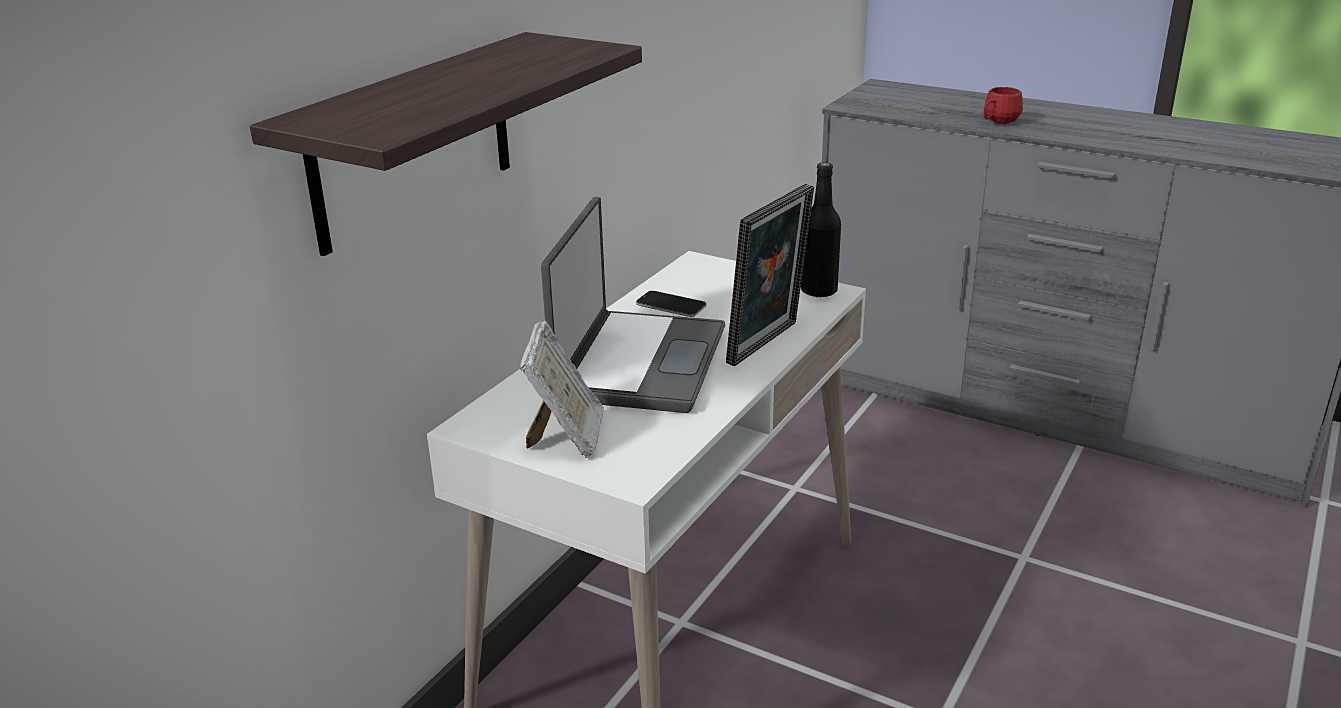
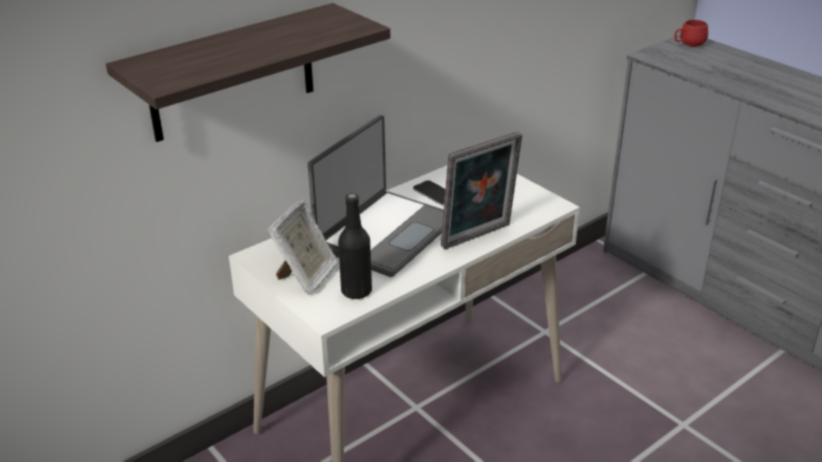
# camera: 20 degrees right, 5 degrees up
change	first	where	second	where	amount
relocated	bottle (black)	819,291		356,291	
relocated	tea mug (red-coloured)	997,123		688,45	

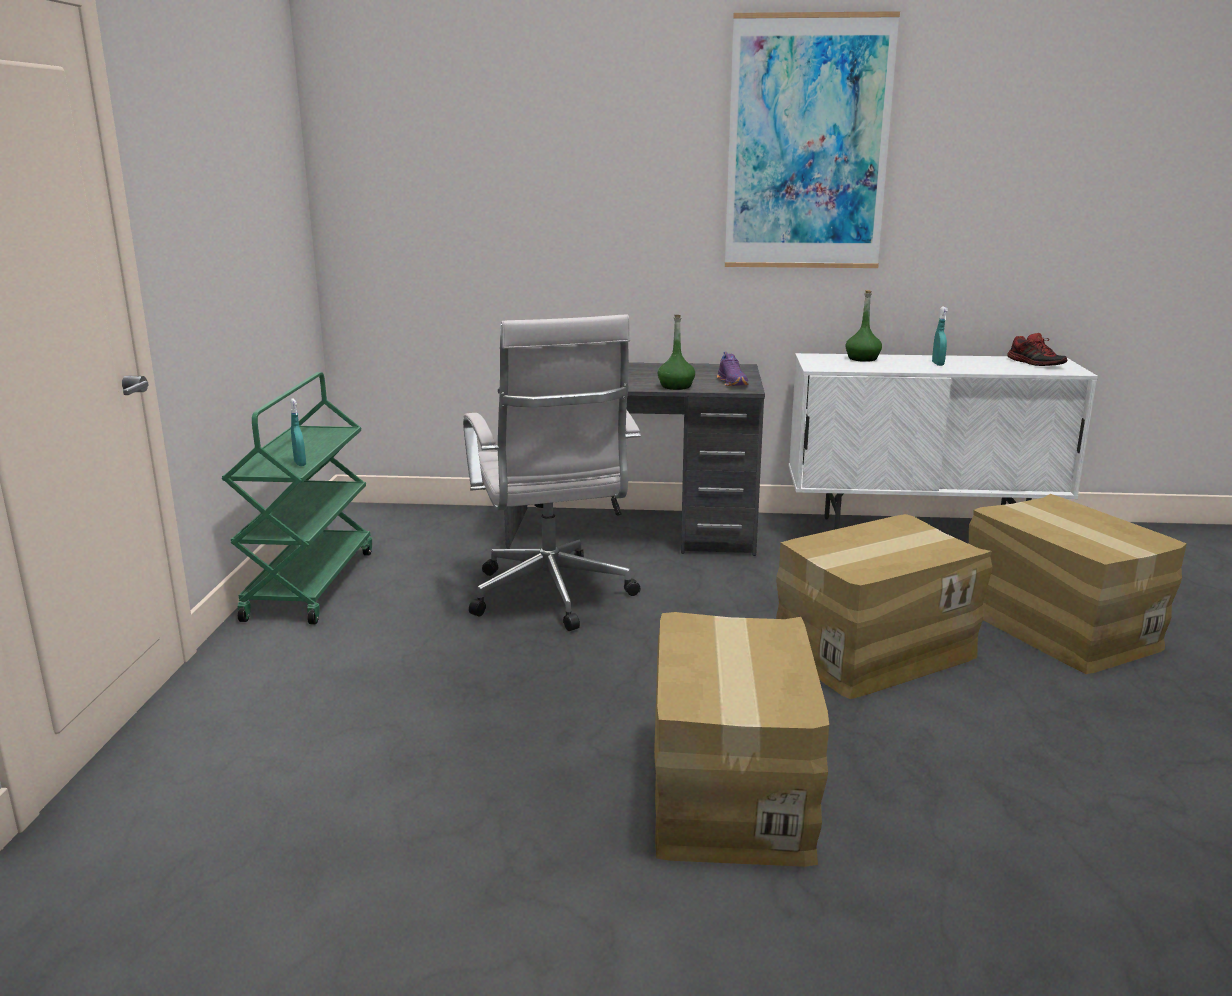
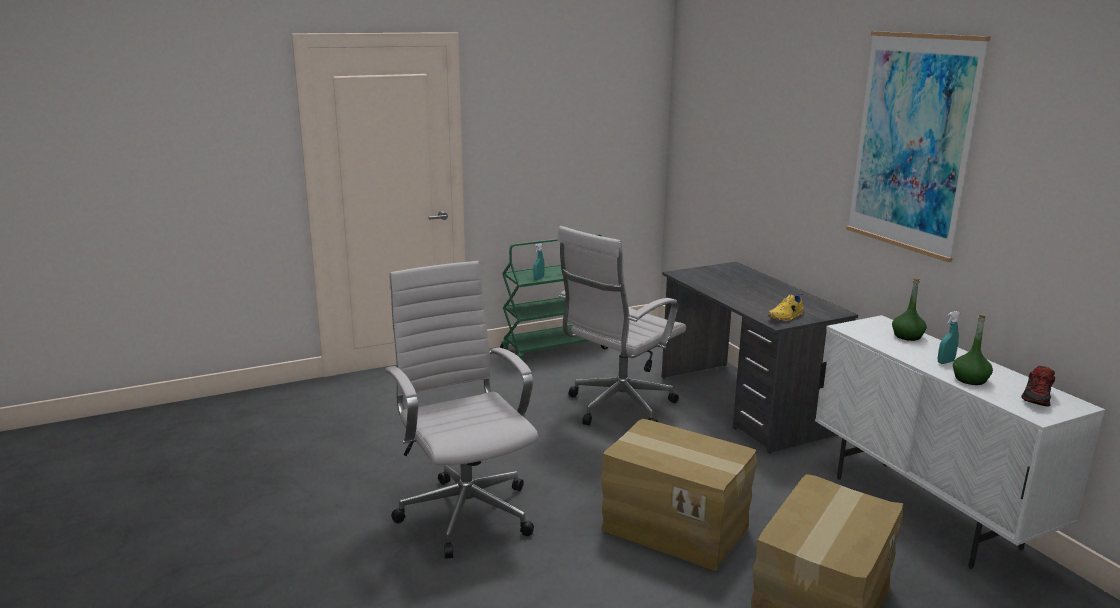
# camera: 60 degrees right, 0 degrees up
change	first	where	second	where	amount
exchanged	packing box	728,791	computer chair (white-coloured)	465,511	
colour	item of footwear (purple)	733,383	item of footwear (yellow-coloured)	786,317	
relocated	bottle (green)	676,386		970,379	

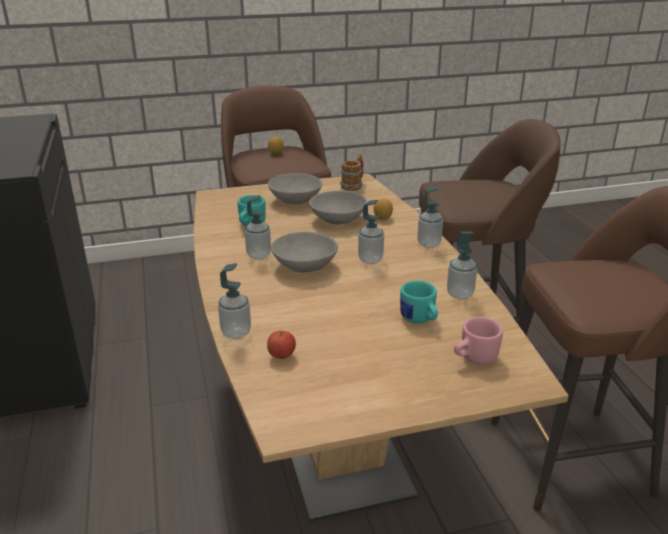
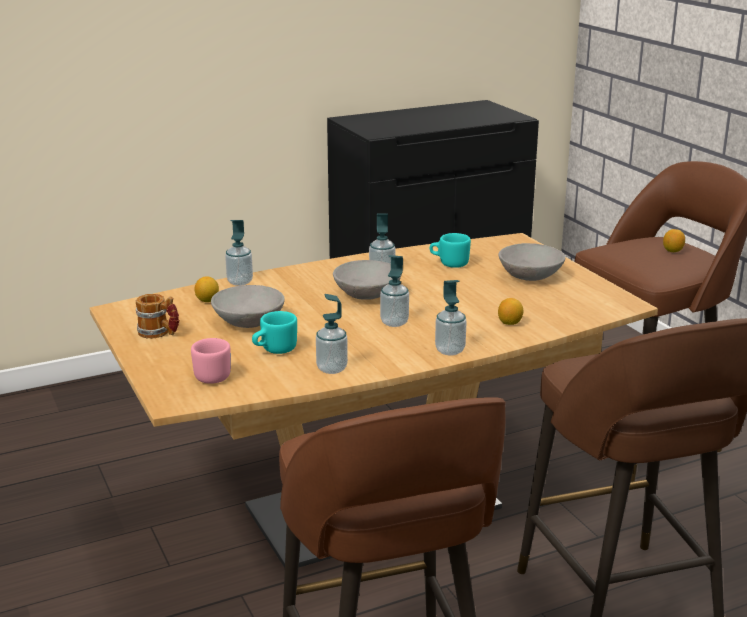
# camera: 80 degrees right, 5 degrees down
change	first	where	second	where	amount
relocated	tea mug	353,185		159,333	
exchanged	whole apple	281,356	whole lemon	207,300	
relocated	serving bowl (greyish)	338,220		248,322	

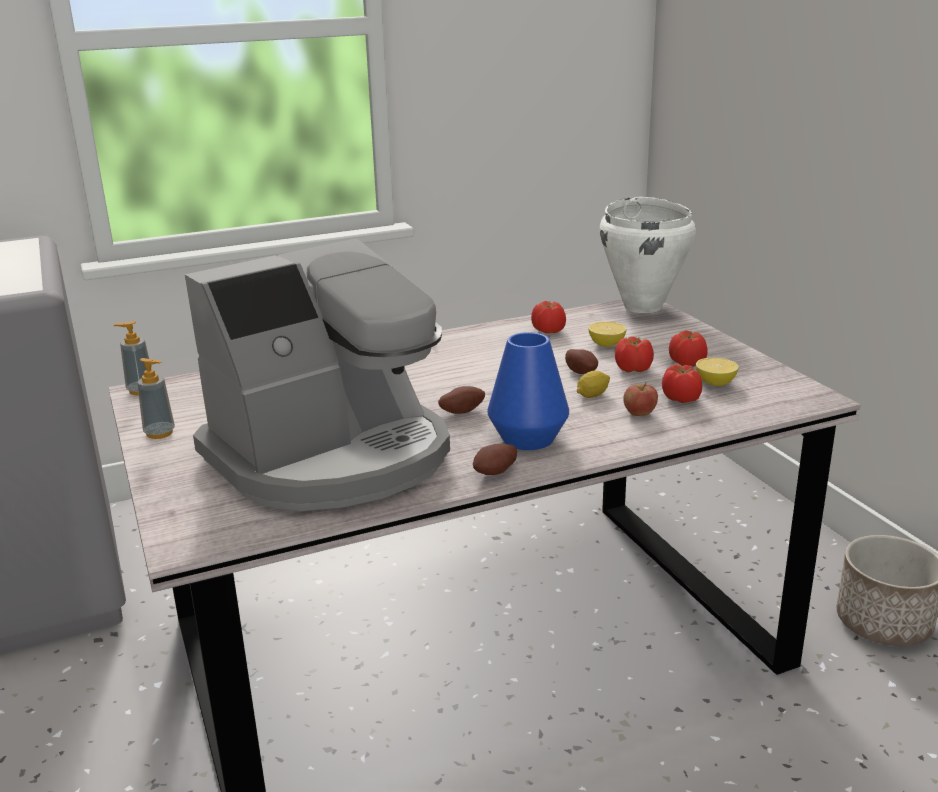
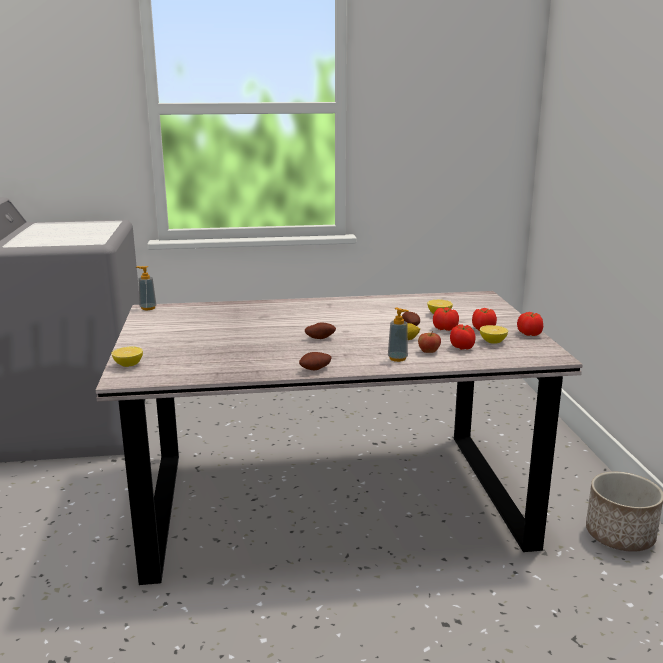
# camera: 15 degrees right, 5 degrees down
change	first	where	second	where	amount
appeared			whole lemon	128,365	
relocated	soap bottle	160,433		397,358	
relocated	fresh tomato	548,331		529,334	
missing	coffee brewer	332,456			
missing	decorative vase (blue)	527,438			
missing	stockpot (white-coloured)	643,307			

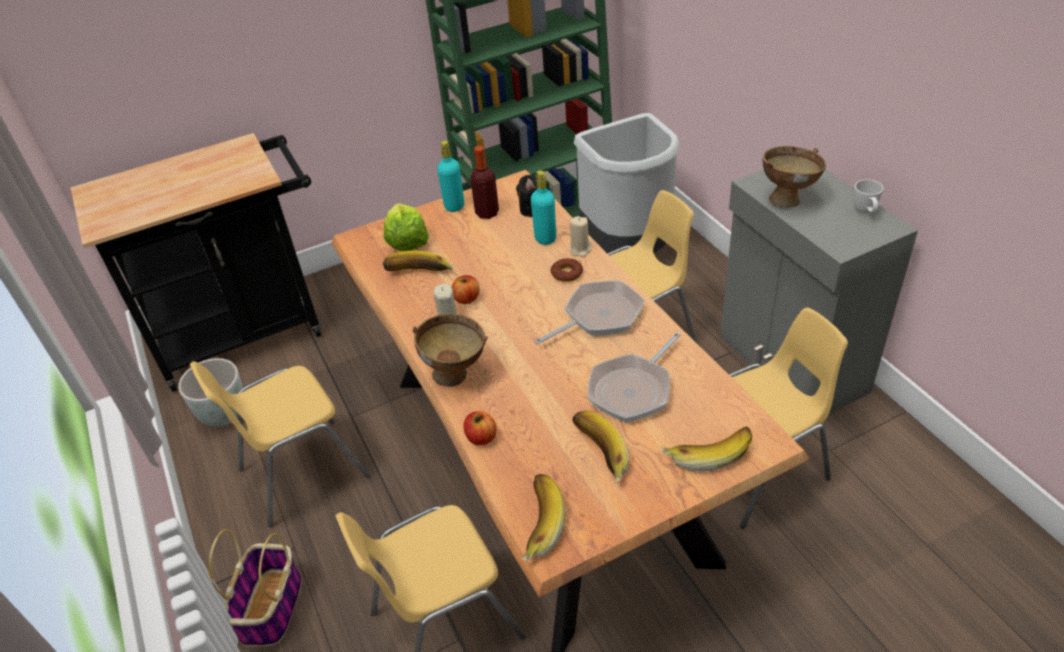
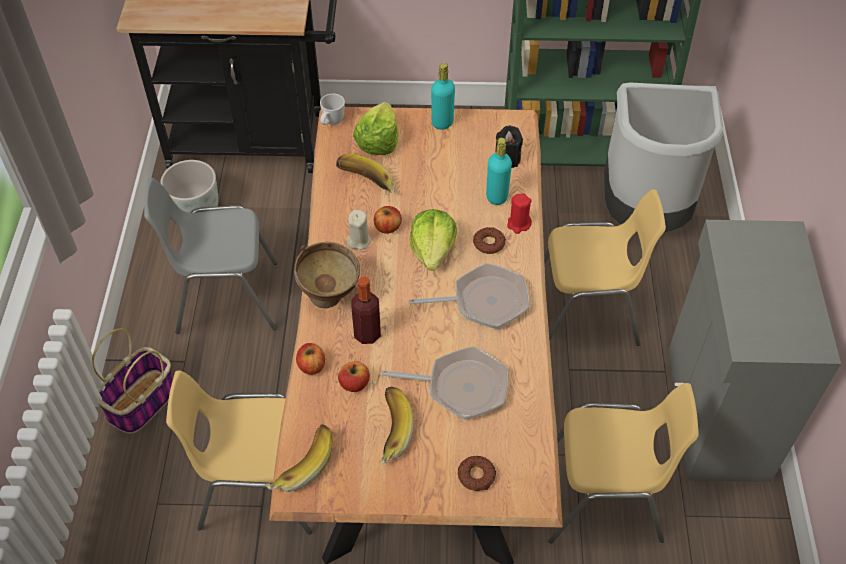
# camera: 25 degrees right, 10 degrees up
change	first	where	second	where	amount
colour	plain chair (yellow-coloured)	302,472	plain chair (greyish)	226,298	
relocated	tea mug (white-coloured)	865,212		331,123	
appeared			whole apple	354,384	
relocated	bottle	487,213		367,334	
spun	pan	633,389		461,387	150 degrees counterclockwise
appeared			lettuce	433,250	
exchanged	banana fruit	707,452	ring doughnut	476,476	
colour	wax candle (sand-coloured)	580,250	wax candle (red-coloured)	518,224	
missing	serving bowl (brown)	788,198			

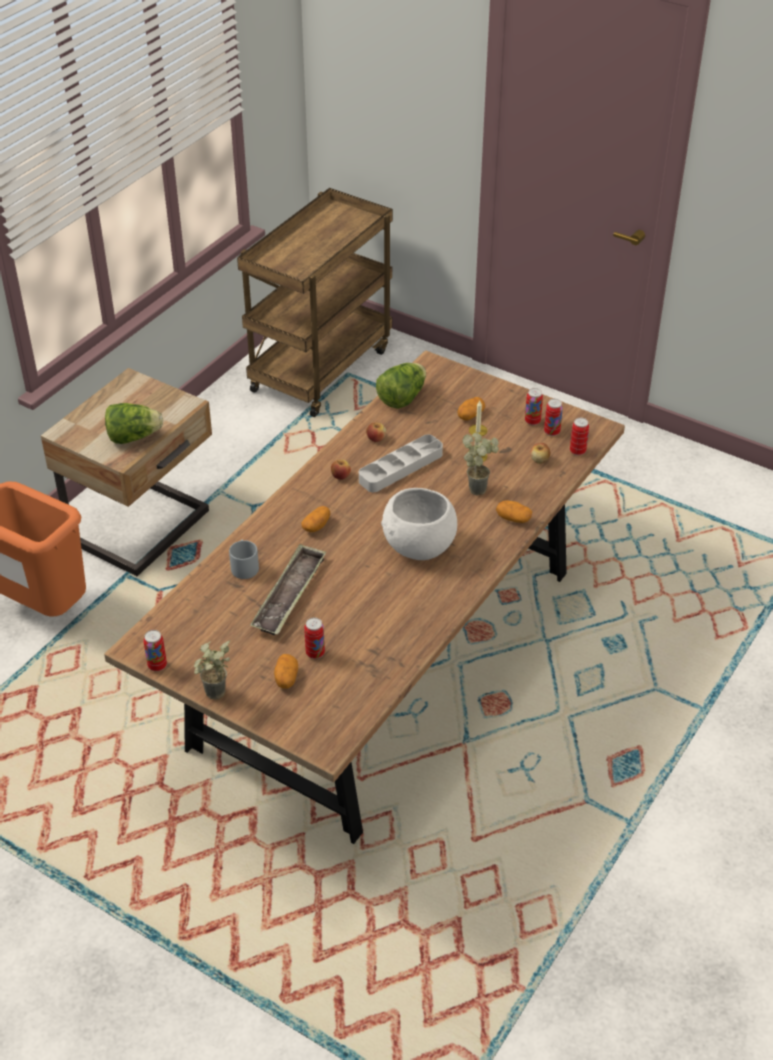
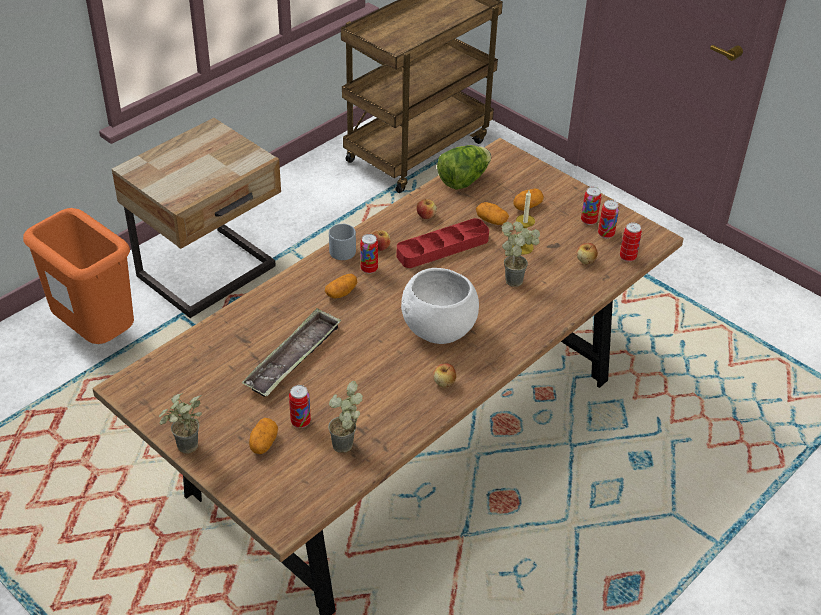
# camera: 10 degrees right, 0 degrees up
change	first	where	second	where	amount
appeared			plant in a pot	347,449	
relocated	tea mug (greyish)	244,565		342,248	
relocated	metal can	157,665		369,269	
colour	tray (greyish)	401,467	tray (red-coloured)	442,247	
appeared			whole apple	444,383	
relocated	whole potato	513,518		491,220	
missing	lettuce	133,437			

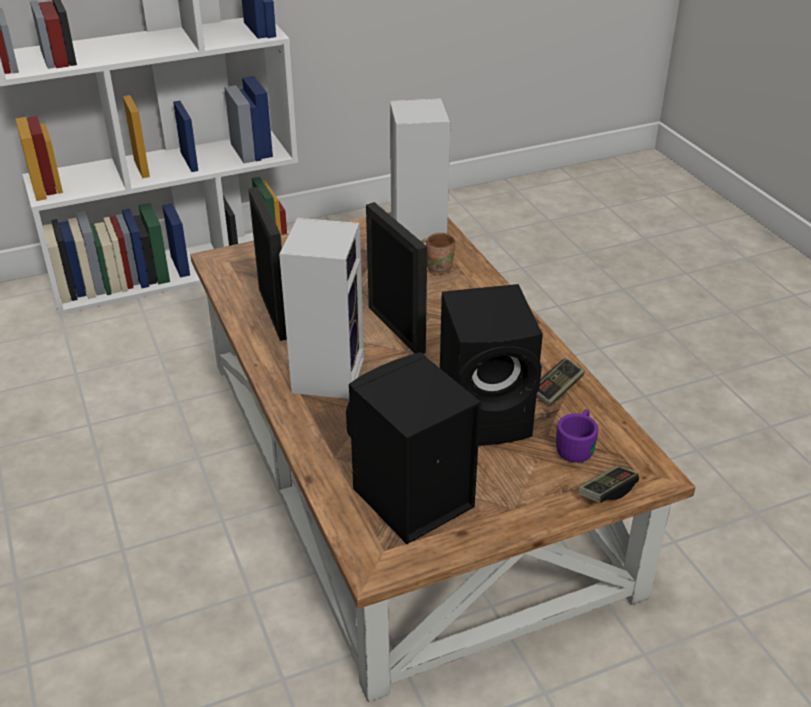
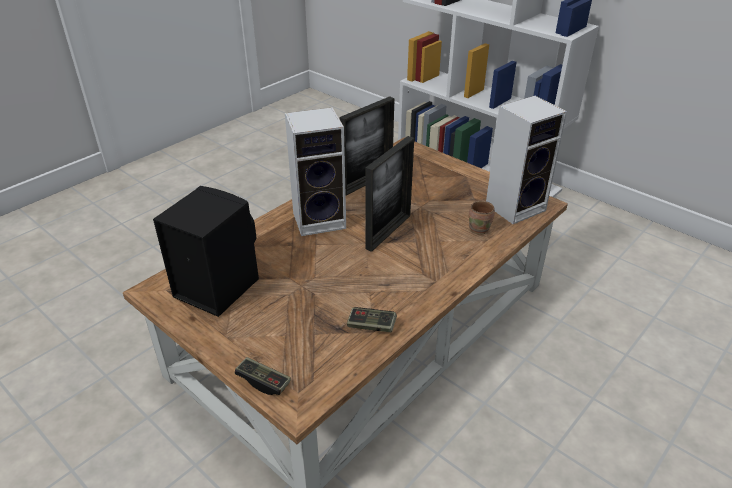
# camera: 65 degrees right, 0 degrees up
change	first	where	second	where	amount
missing	loudspeaker (black)	488,415			
missing	tea mug (purple)	577,445			

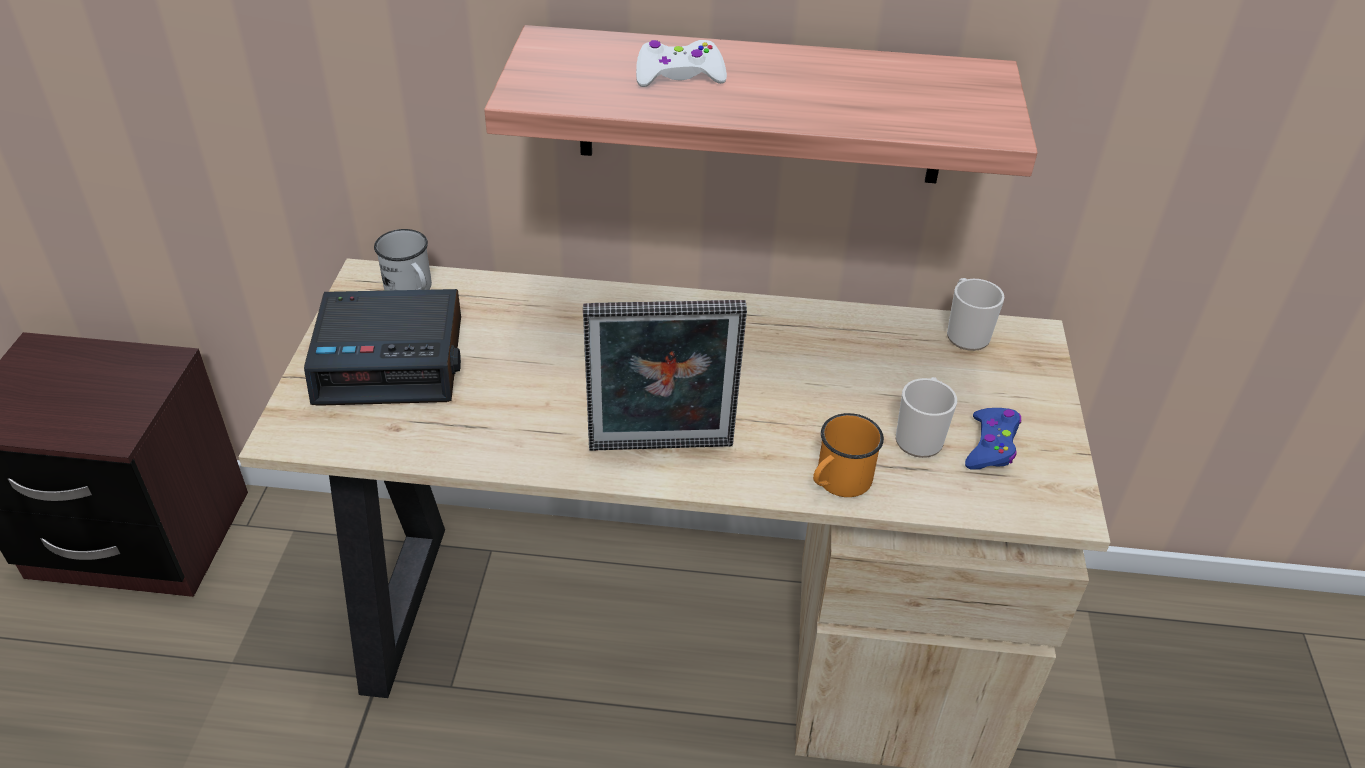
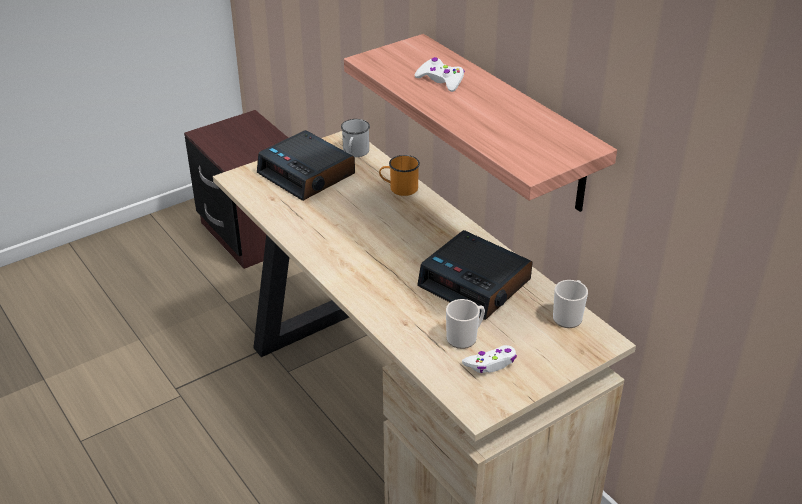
# camera: 50 degrees right, 5 degrees down
change	first	where	second	where	amount
relocated	tea mug (orange-coloured)	838,482		399,188	
appeared			table clock	476,284	
colour	joypad (blue)	991,446	joypad (white-coloured)	491,364	
missing	photo frame	661,451			

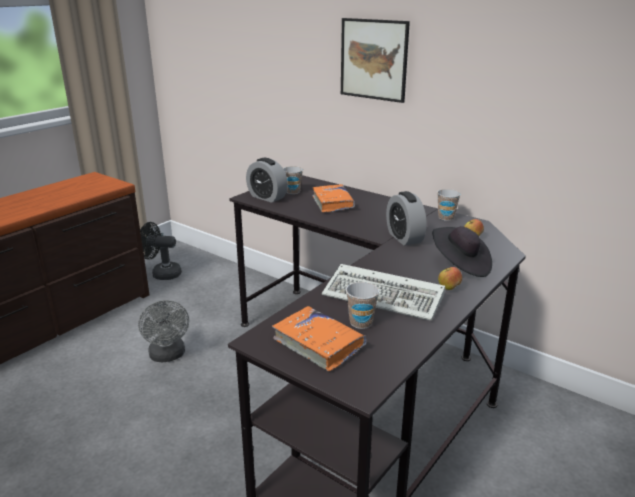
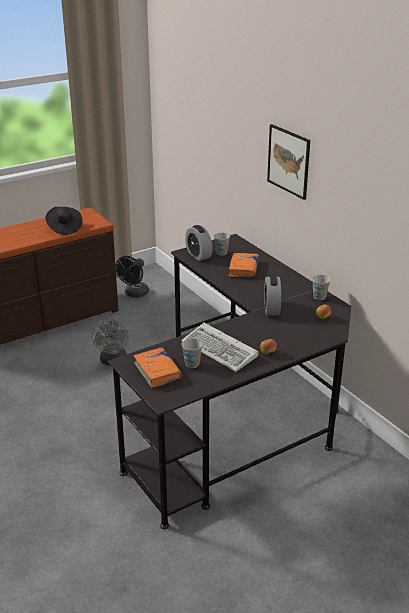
# camera: 20 degrees right, 5 degrees up
change	first	where	second	where	amount
relocated	wearable hat (black)	460,265		64,228	
spun	fan (black)	162,274		134,294	90 degrees counterclockwise

